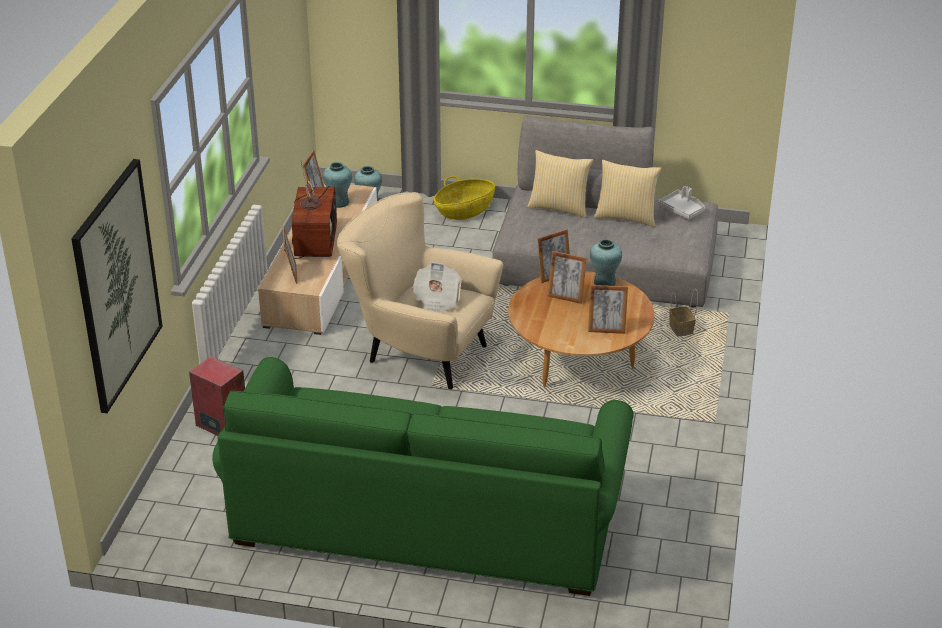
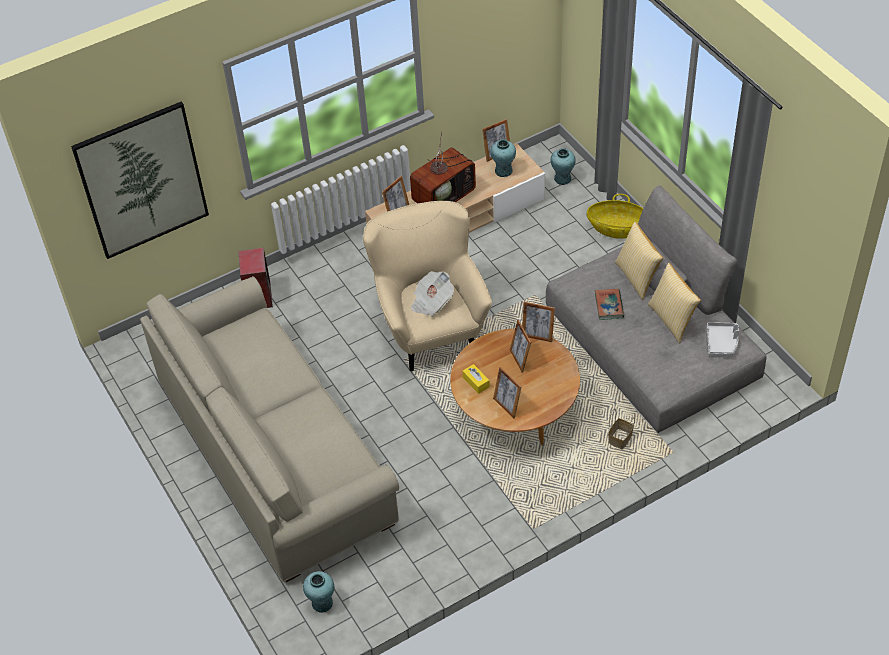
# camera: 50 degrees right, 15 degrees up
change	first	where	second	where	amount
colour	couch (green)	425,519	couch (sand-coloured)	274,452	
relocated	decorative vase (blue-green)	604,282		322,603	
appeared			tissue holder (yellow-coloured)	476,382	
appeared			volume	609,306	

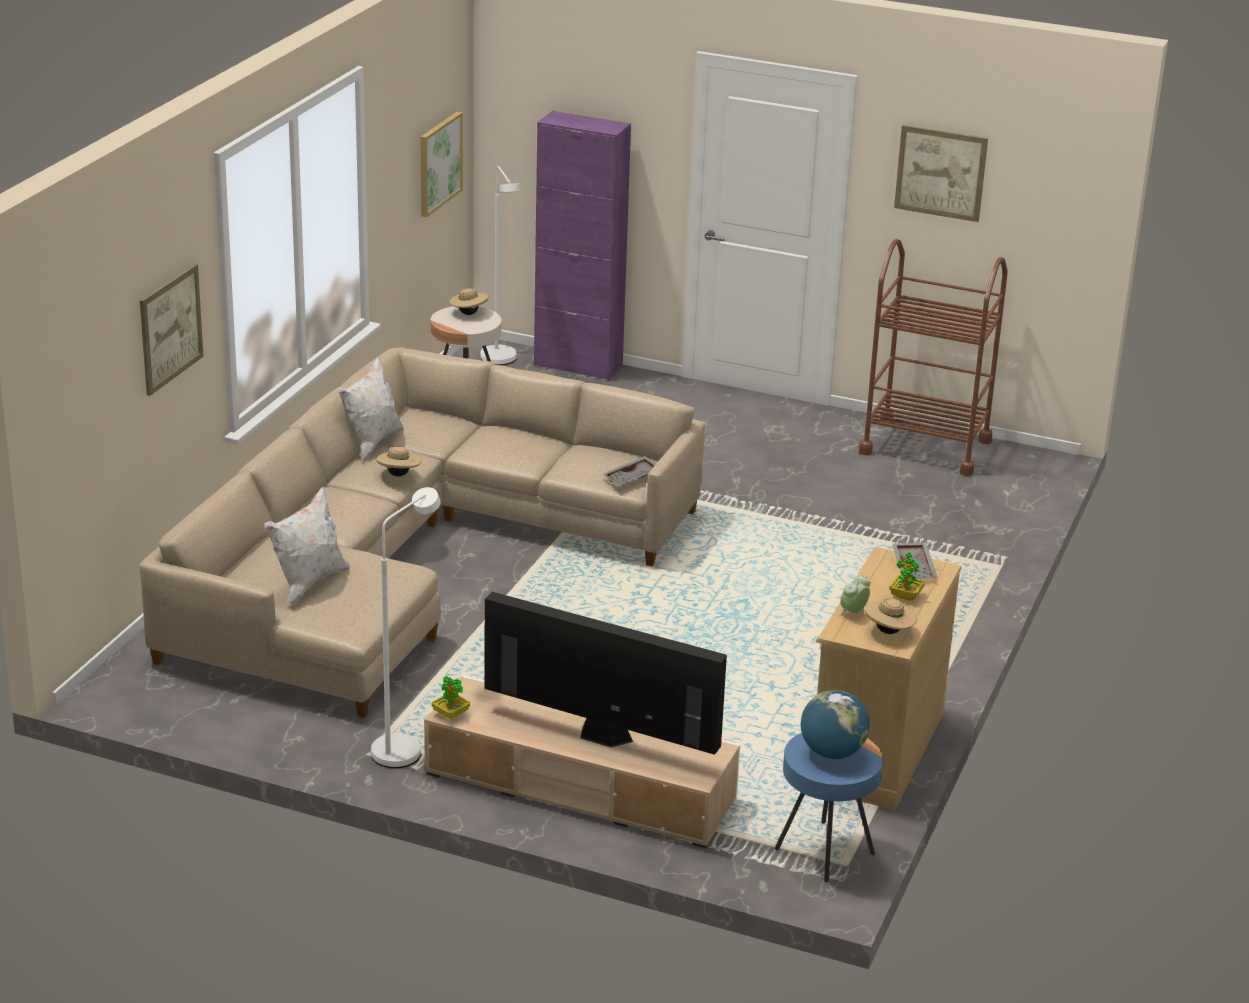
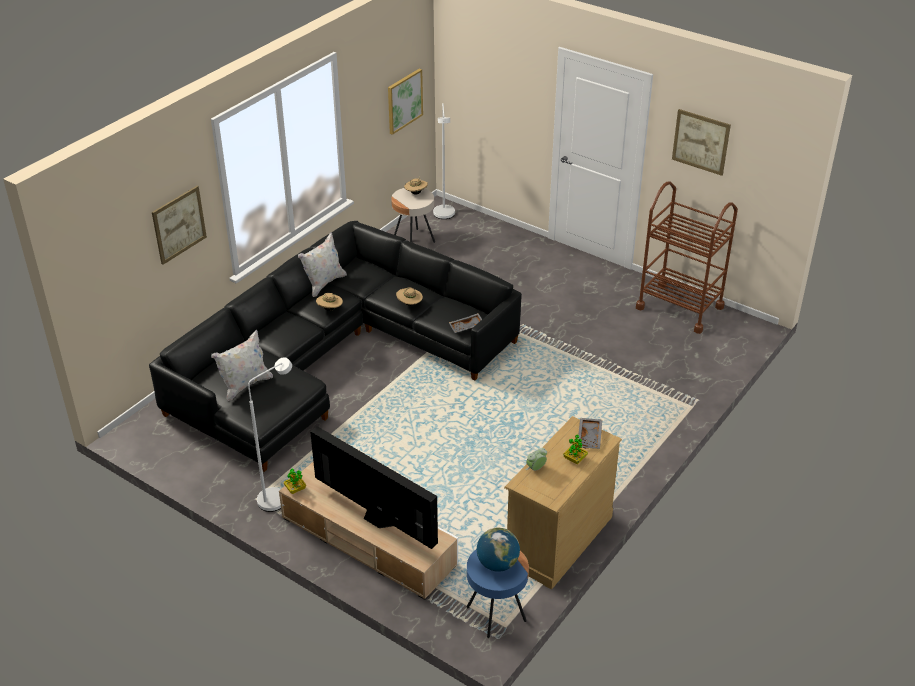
# camera: 15 degrees right, 10 degrees up
change	first	where	second	where	amount
colour	couch (sand-coloured)	407,560	couch (black)	333,358	
relocated	wearable hat (sand-coloured)	888,632		409,304	
missing	cupboard (purple)	578,366			

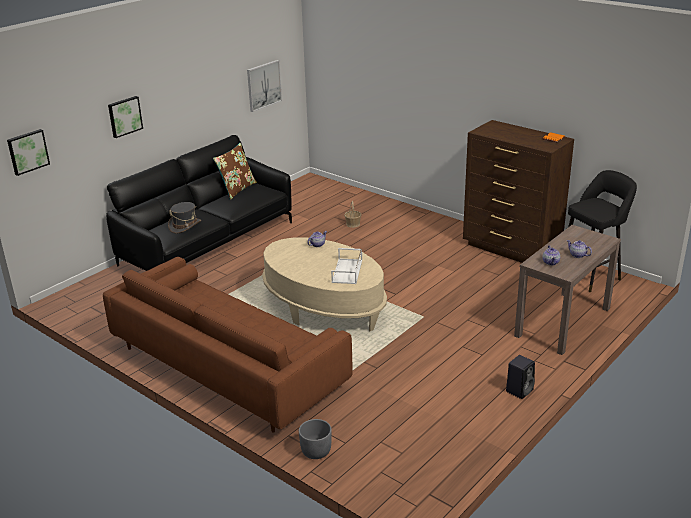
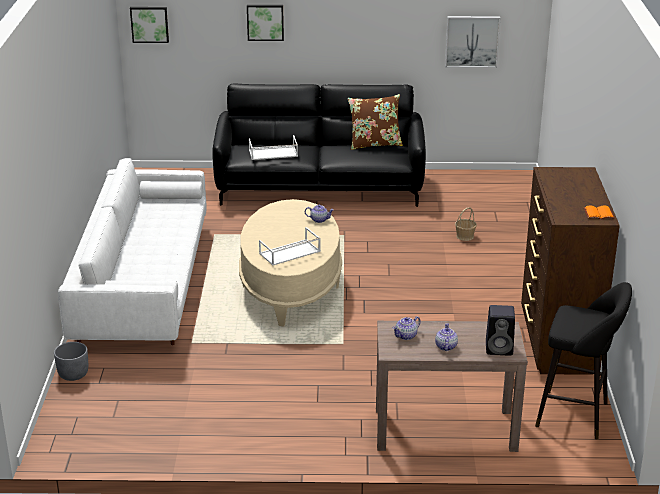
# camera: 50 degrees right, 0 degrees up
change	first	where	second	where	amount
colour	couch (brown)	228,366	couch (white-coloured)	143,284	
exchanged	wearable hat (greyish)	185,226	tray (white-coloured)	272,153	
relocated	loudspeaker (black)	519,390		500,348	

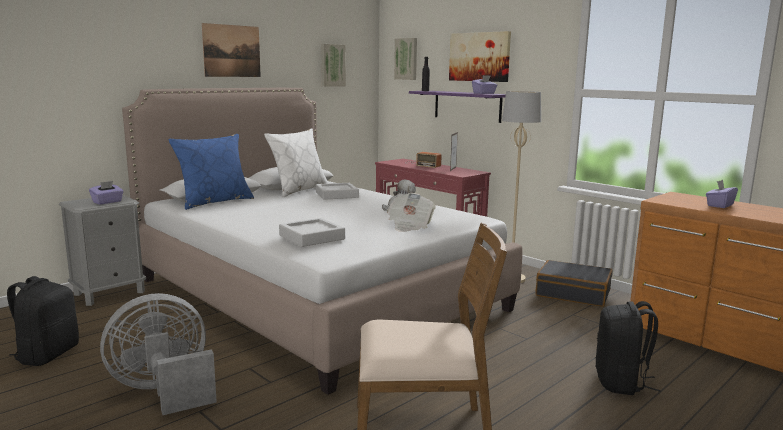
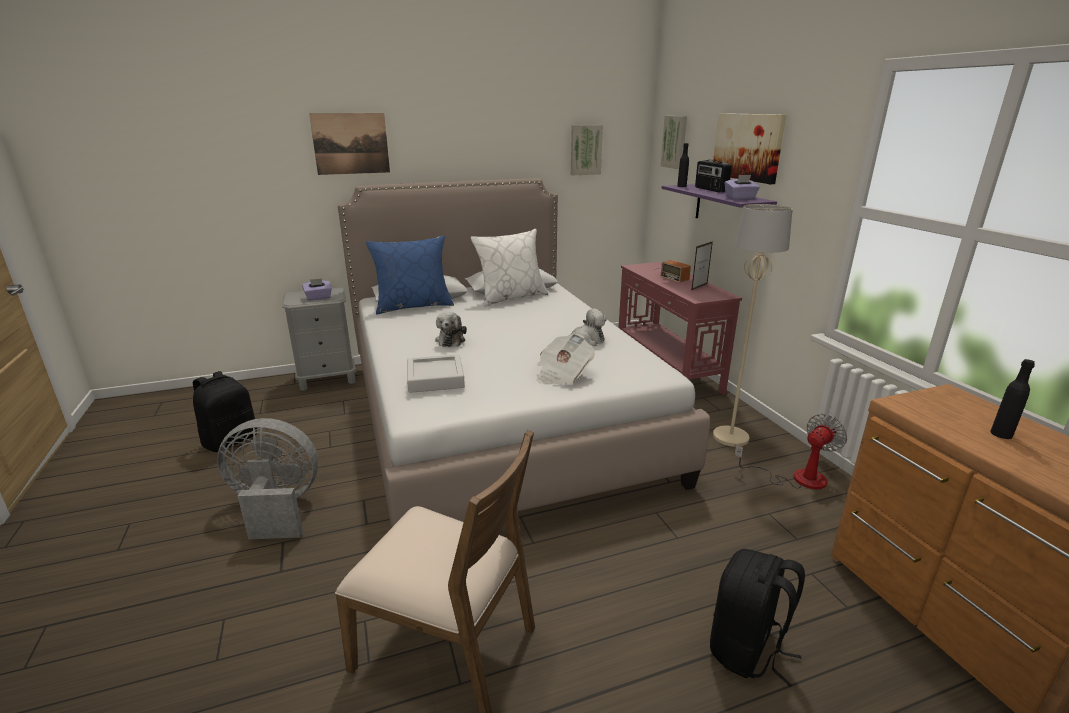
# camera: 25 degrees right, 10 degrees up
change	first	where	second	where	amount
relocated	wall art	232,51		351,143	
appeared			soft toy	451,340	
appeared			radio	710,189	
exchanged	travel case (black)	573,293	fan	796,478	
exchanged	tissue holder (purple)	719,205	bottle (black)	1001,434	
missing	tray (greyish)	336,195			

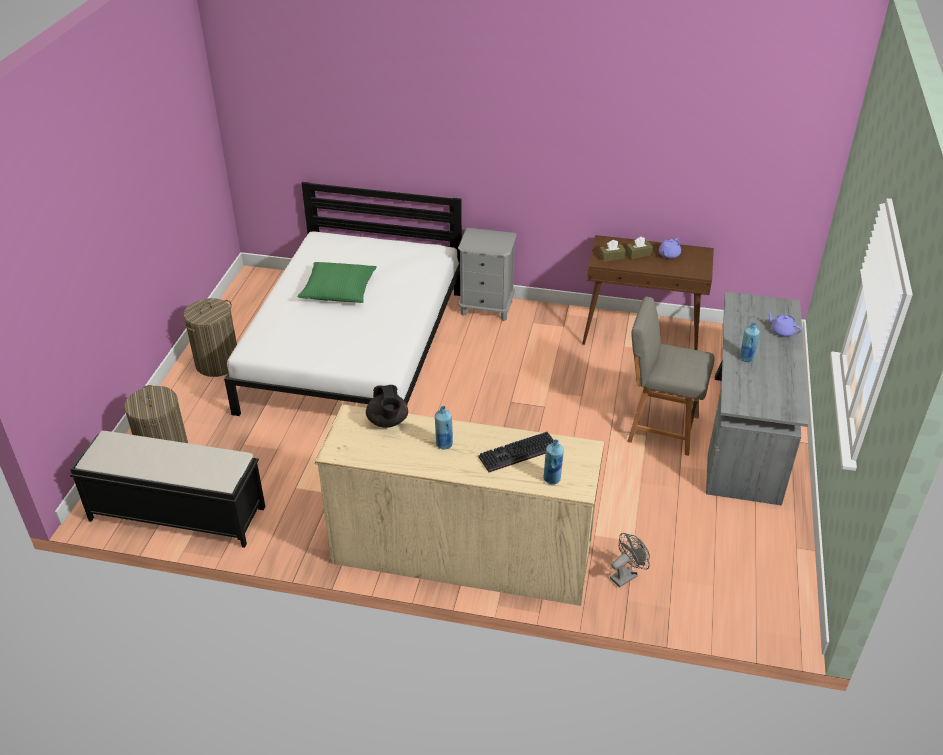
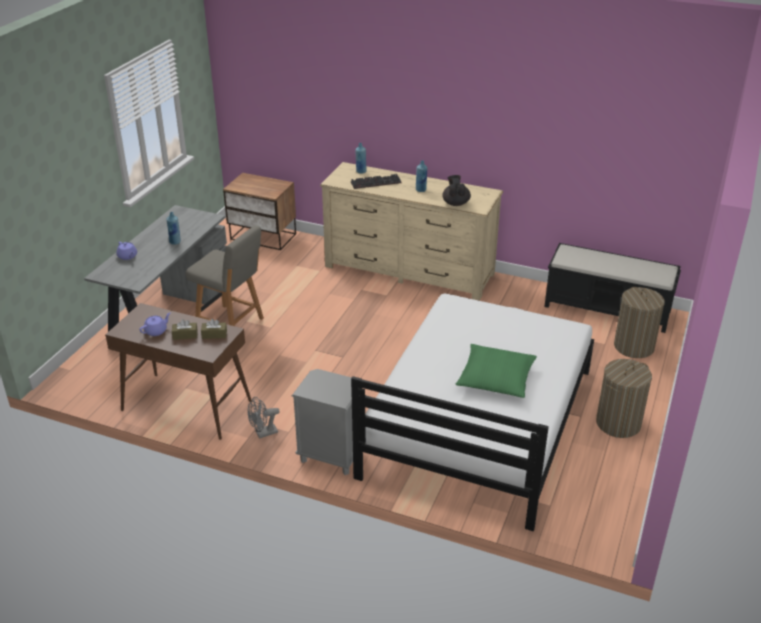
# camera: 170 degrees left, 5 degrees down
change	first	where	second	where	amount
appeared			night table	263,237	
relocated	fan (greyish)	626,575		263,433	

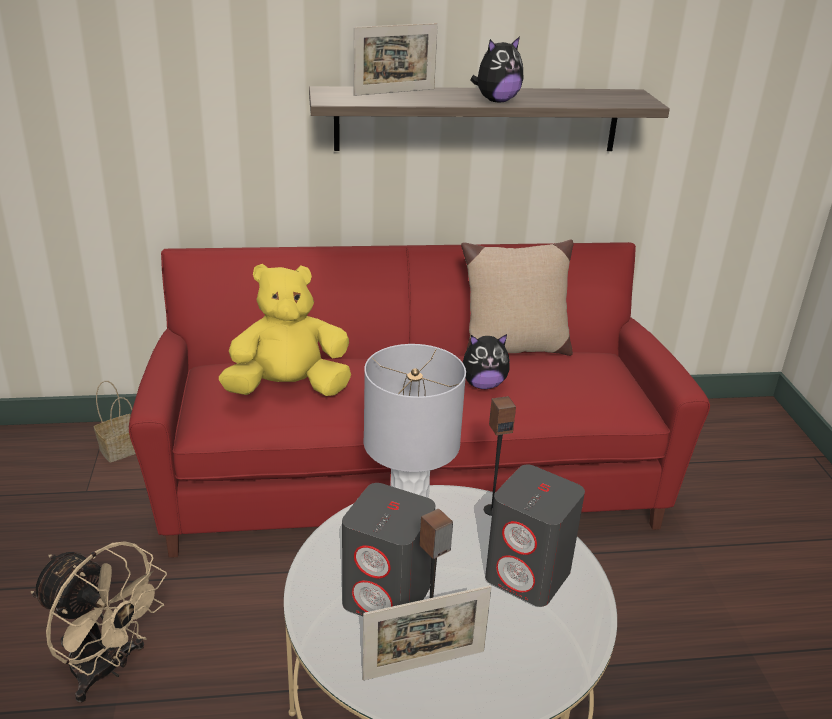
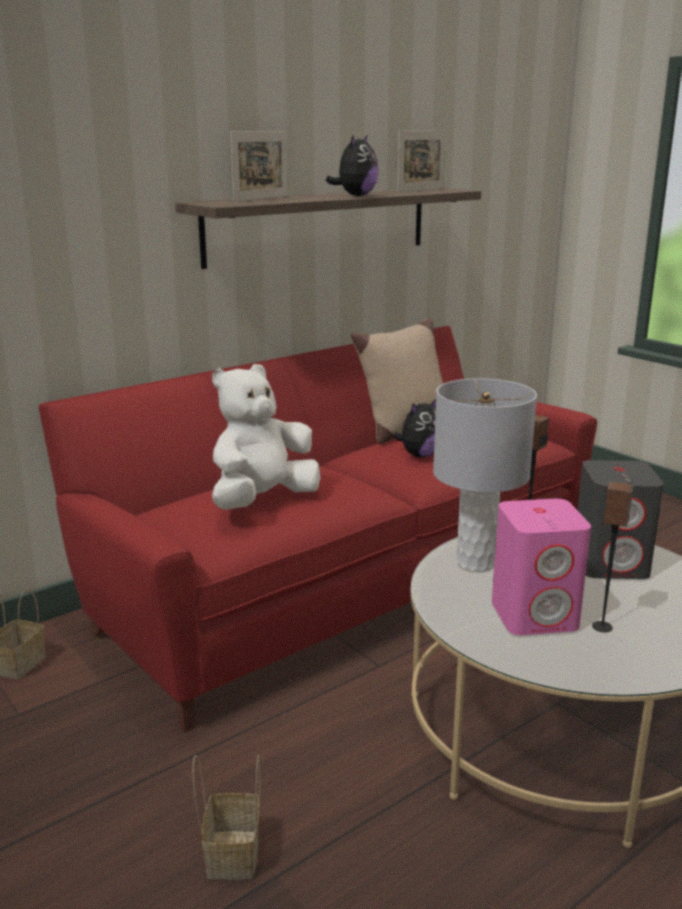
# camera: 30 degrees left, 10 degrees down
change	first	where	second	where	amount
exchanged	fan (sand-coloured)	107,669	basket	232,852	
colour	soft toy (yellow-coloured)	288,389	soft toy (white-coloured)	262,500	
relocated	photo frame	424,665		421,190	
colour	loudspeaker (greyish)	387,596	loudspeaker (pink-coloured)	535,615	

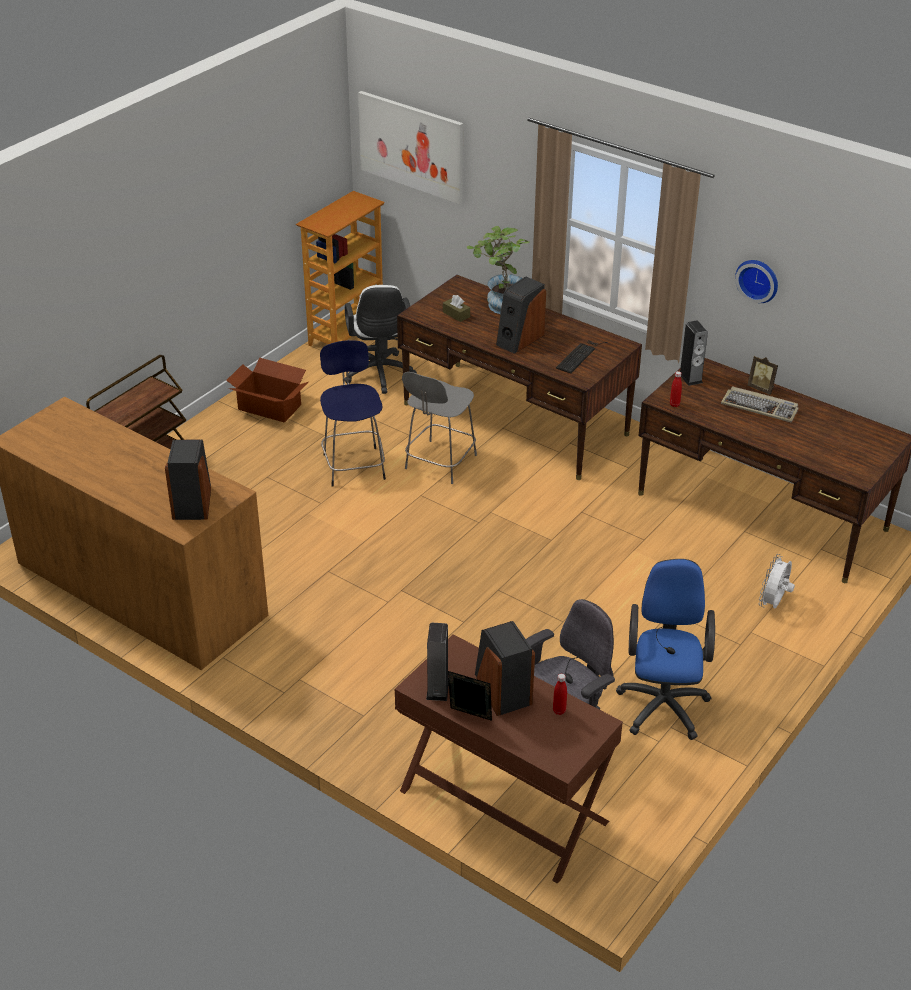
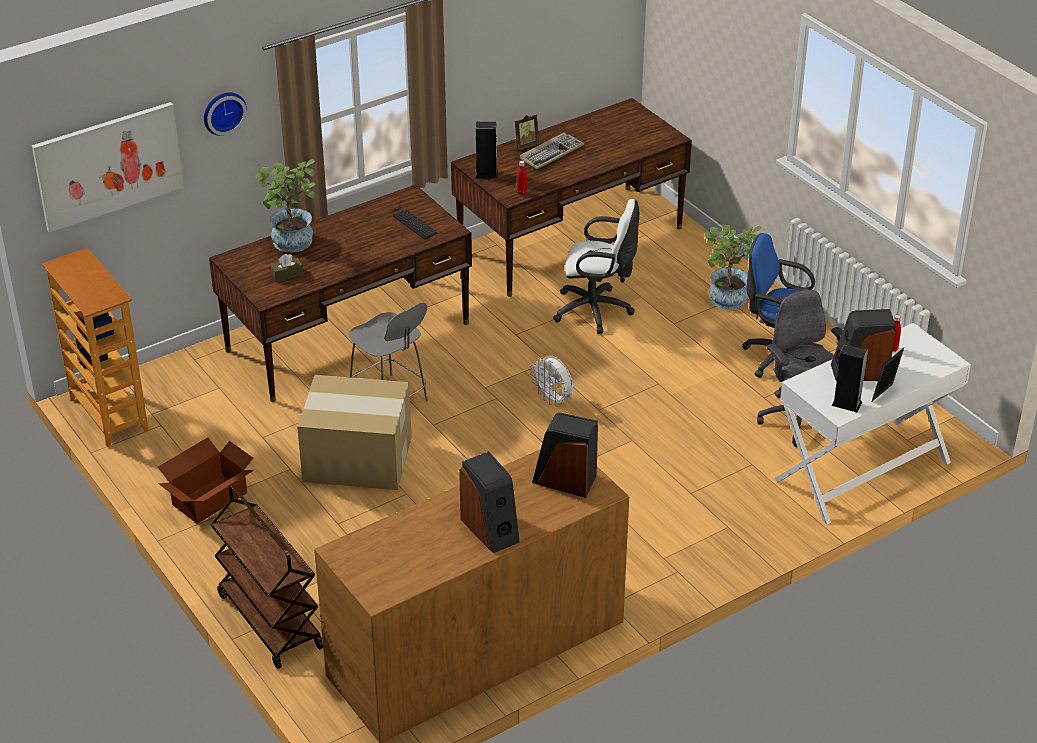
# camera: 70 degrees left, 0 degrees up
change	first	where	second	where	amount
relocated	clock on the wall	758,279		223,112	
exchanged	stool (blue)	353,465	packing box	356,458	
relocated	loudspeaker	519,339		491,529	
relocated	fan (white-coloured)	773,604		553,400	
relocated	computer chair (white-coloured)	379,375		597,311	
appeared			plant in a pot	726,302	
colour	desk table (brown)	502,806	desk table (white-coloured)	863,471	

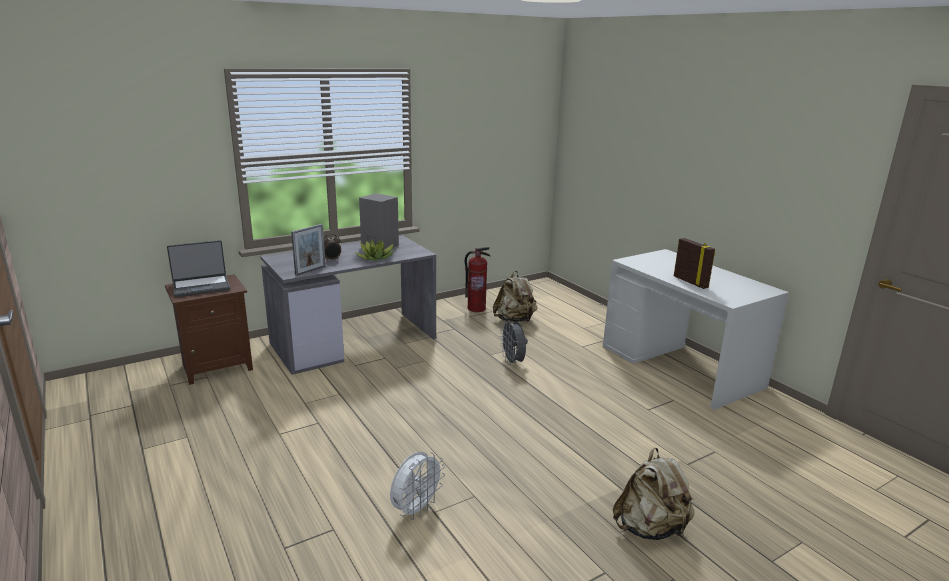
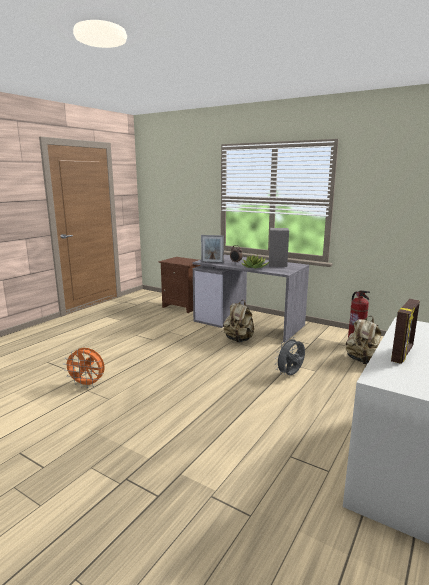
# camera: 65 degrees right, 5 degrees down
change	first	where	second	where	amount
colour	fan (white-coloured)	416,509	fan (orange-coloured)	87,384	
relocated	rucksack (sand-coloured)	650,528		239,340	
missing	laptop	201,286			

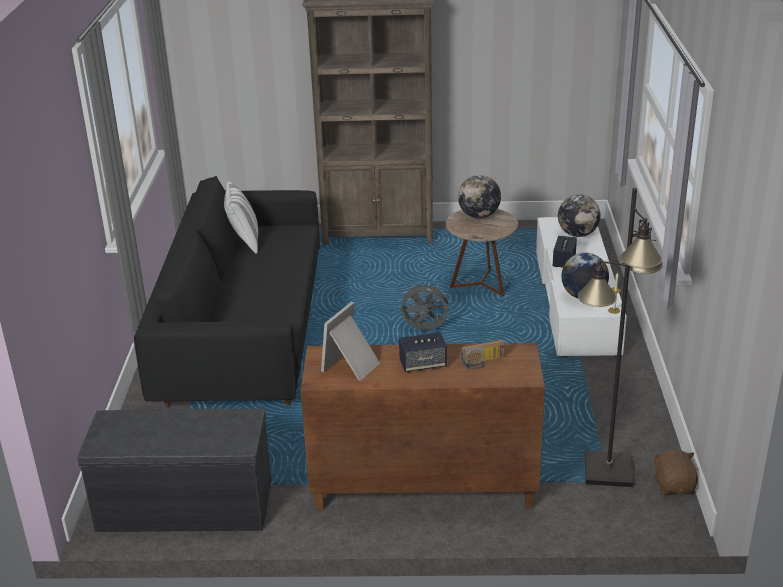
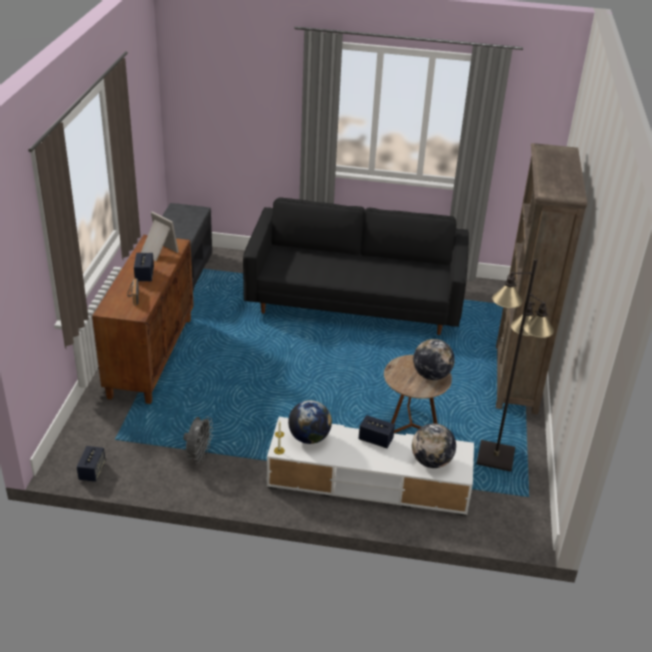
# camera: 95 degrees right, 5 degrees up
change	first	where	second	where	amount
exchanged	soft toy (brown)	674,486	loudspeaker	92,471	
relocated	fan (greyish)	424,330		198,456	
relocated	standing lamp (black)	607,470		495,456	
missing	pillow (white-coloured)	243,241			

